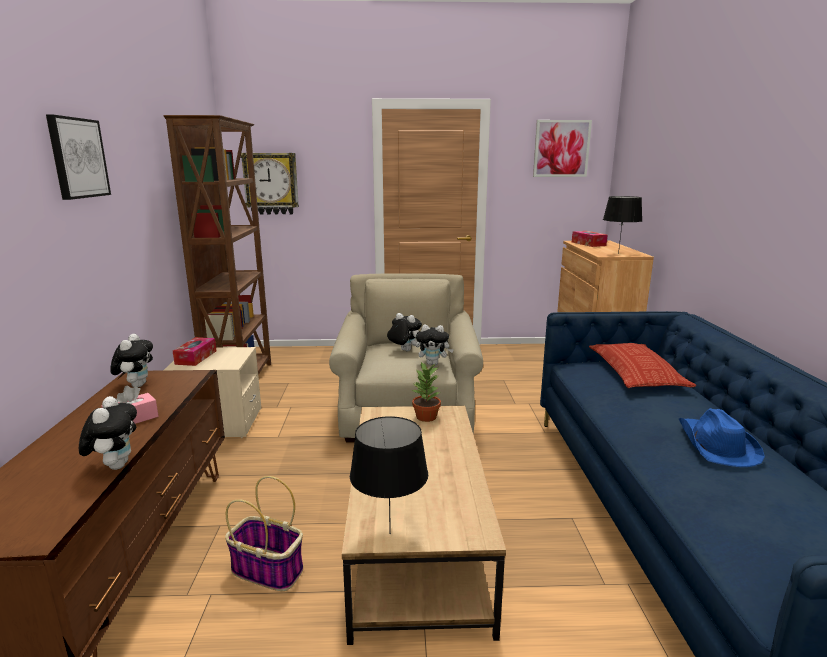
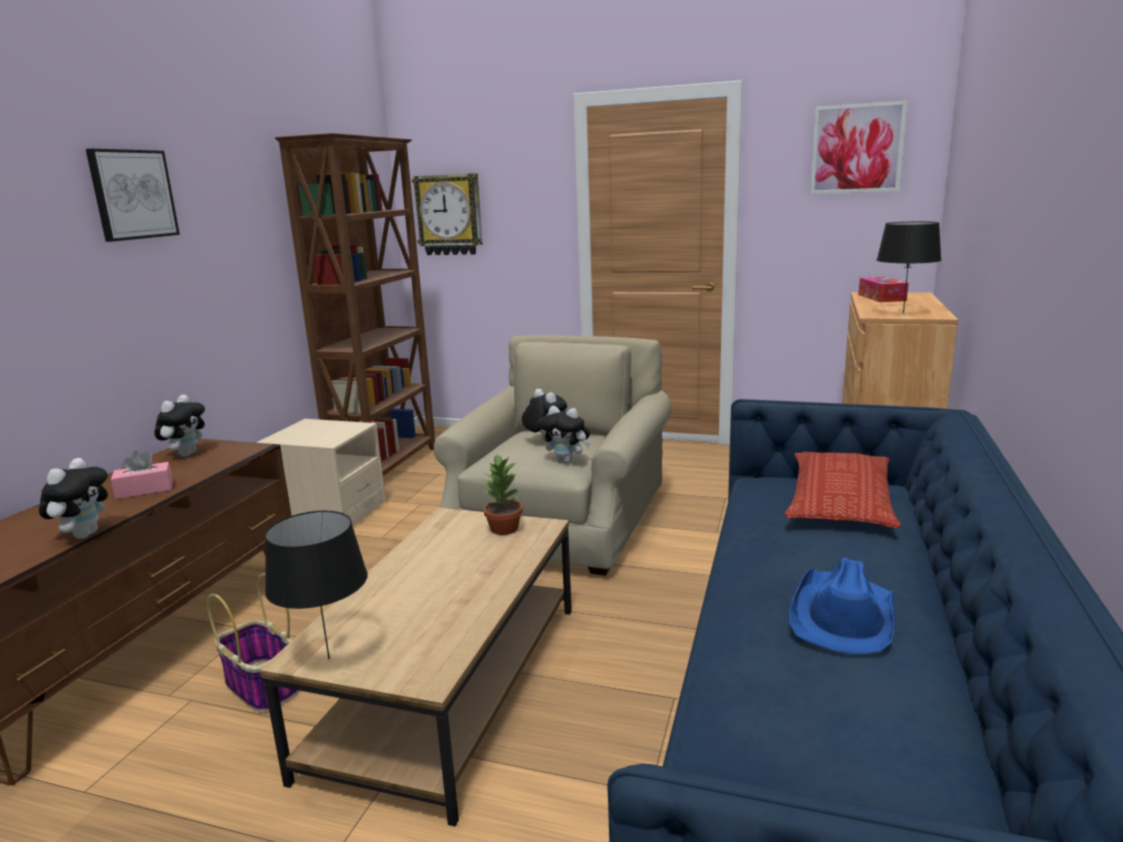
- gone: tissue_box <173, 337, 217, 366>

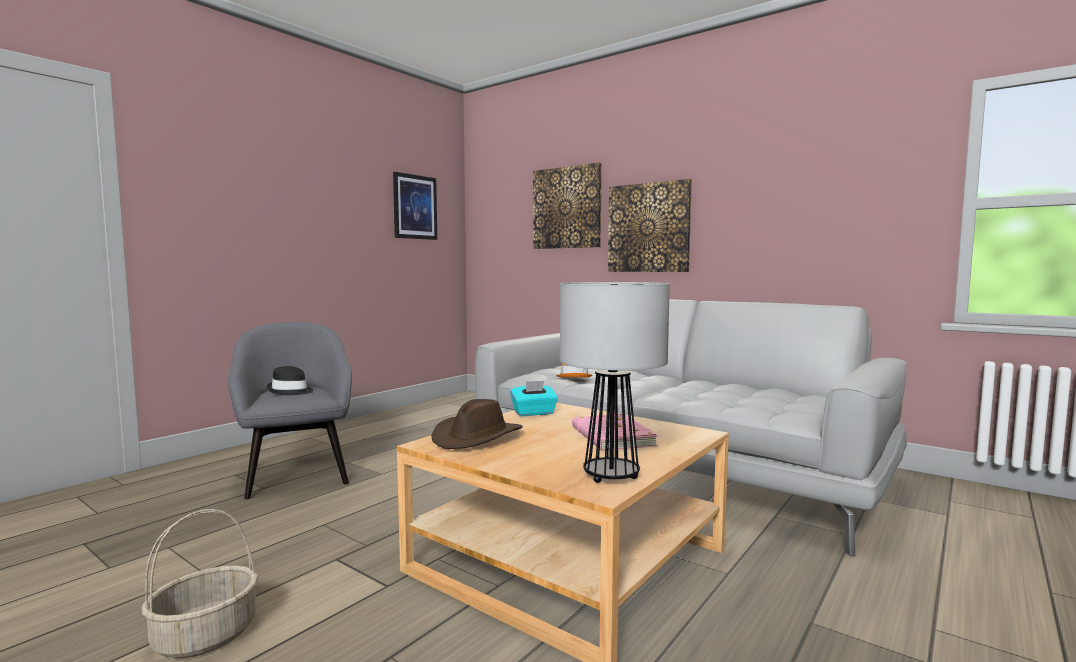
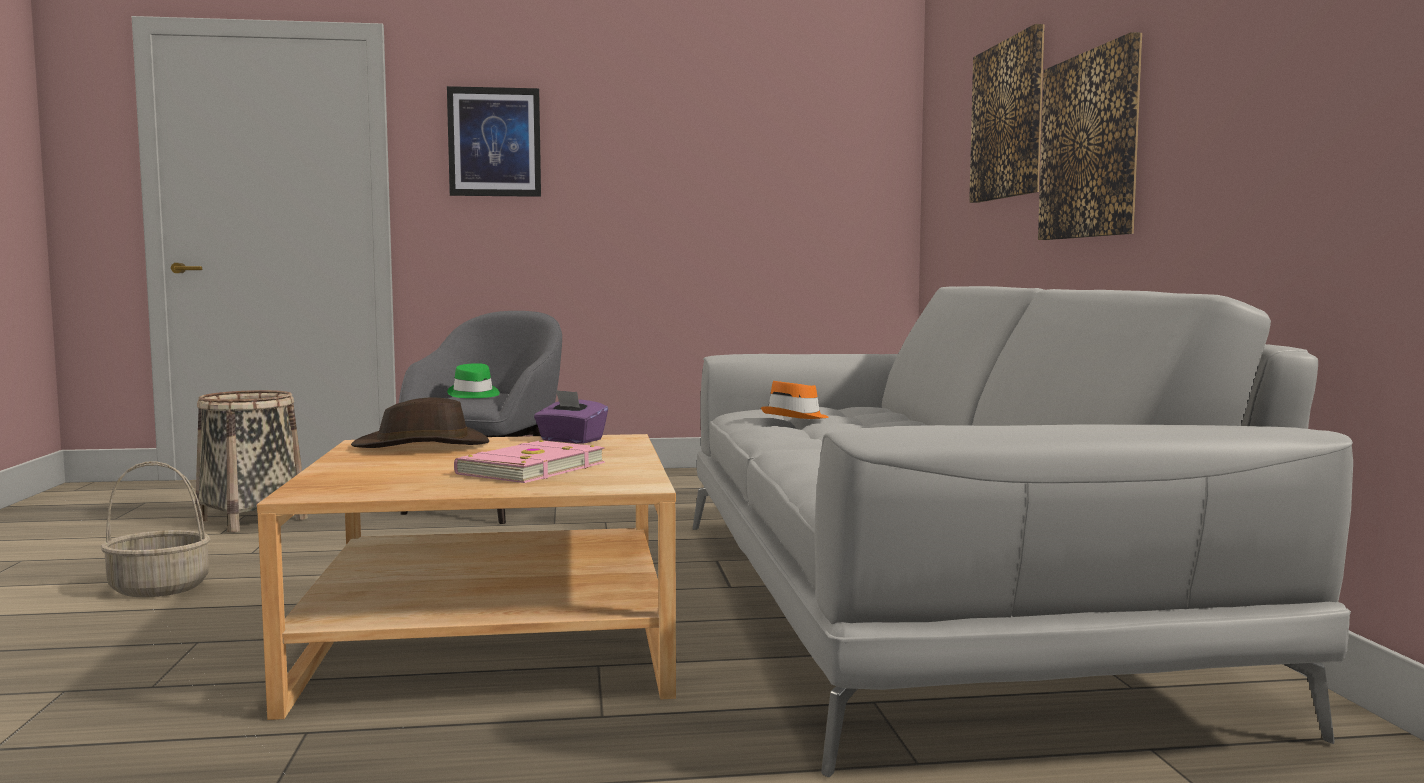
- repainted: black_hat <267, 366, 313, 395> to green_hat <447, 363, 500, 398>
- shifted: picture <393, 172, 437, 240> to <447, 86, 541, 197>
- repainted: turquoise_tissue_box <510, 381, 558, 416> to purple_tissue_box <534, 390, 608, 444>
- gone: table_lamp <560, 282, 670, 483>
- new: basket <195, 390, 308, 532>

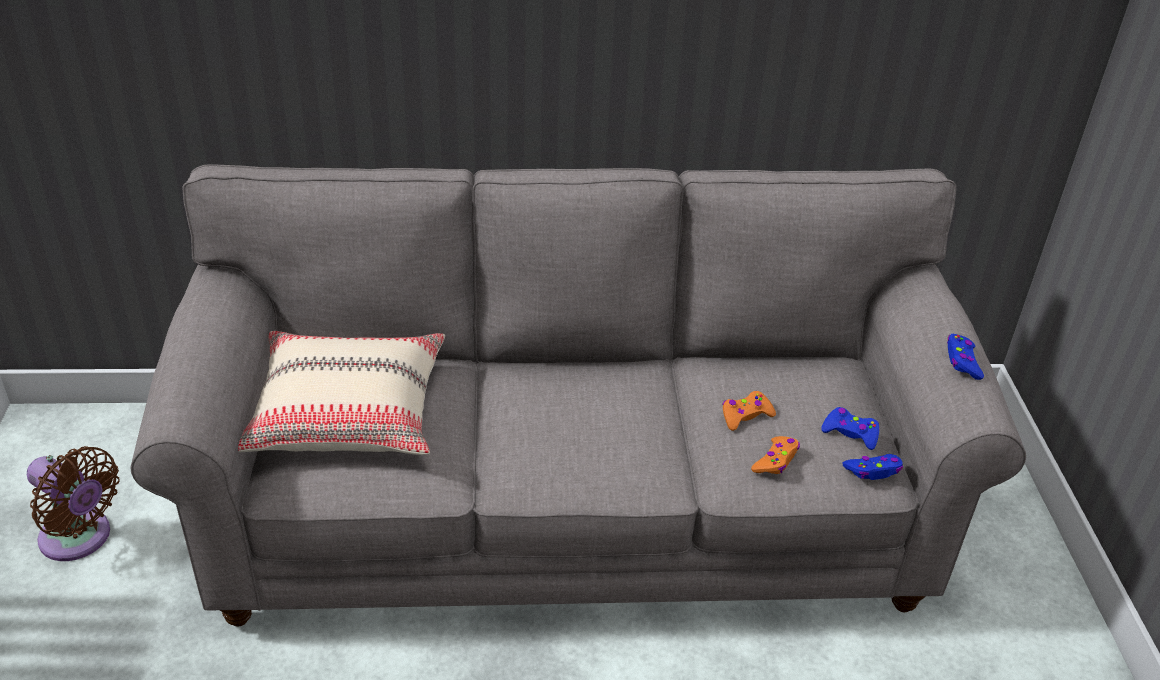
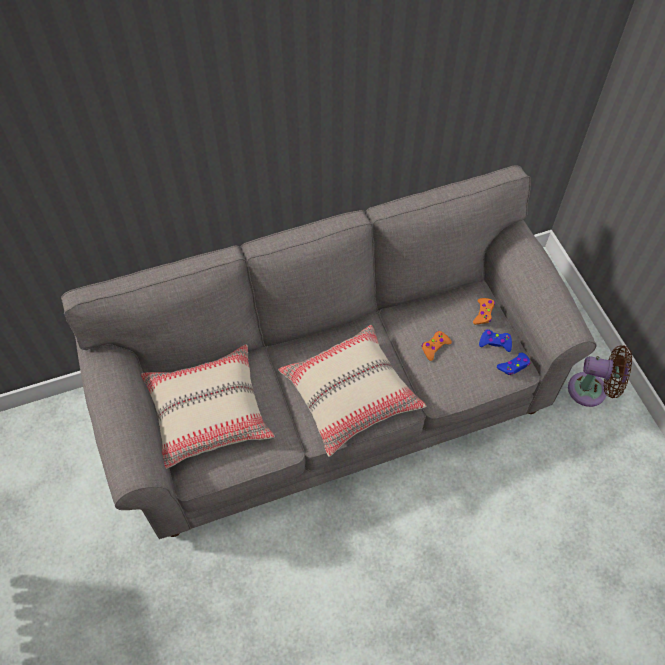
- shifted: brown_fan <27, 446, 120, 561> to <568, 345, 632, 407>
- shifted: orange_game_controller <751, 436, 800, 474> to <473, 298, 495, 325>
- gone: blue_game_controller <947, 334, 984, 380>
- new: beige_pillow <278, 325, 426, 457>

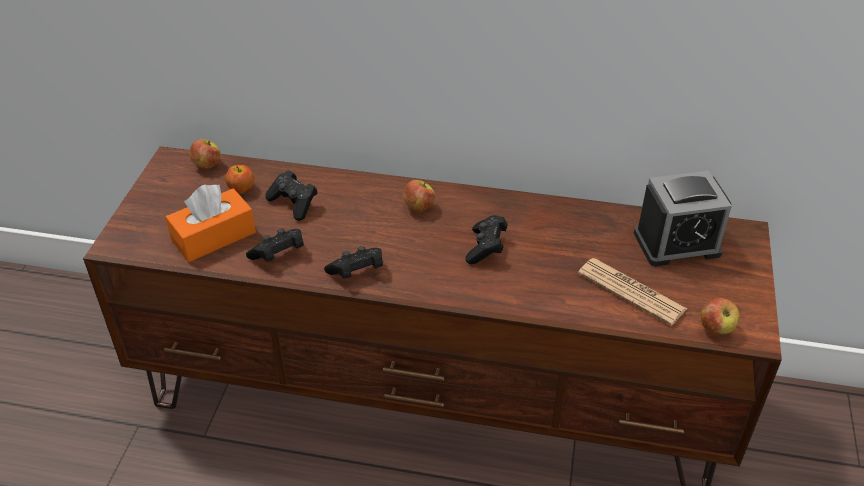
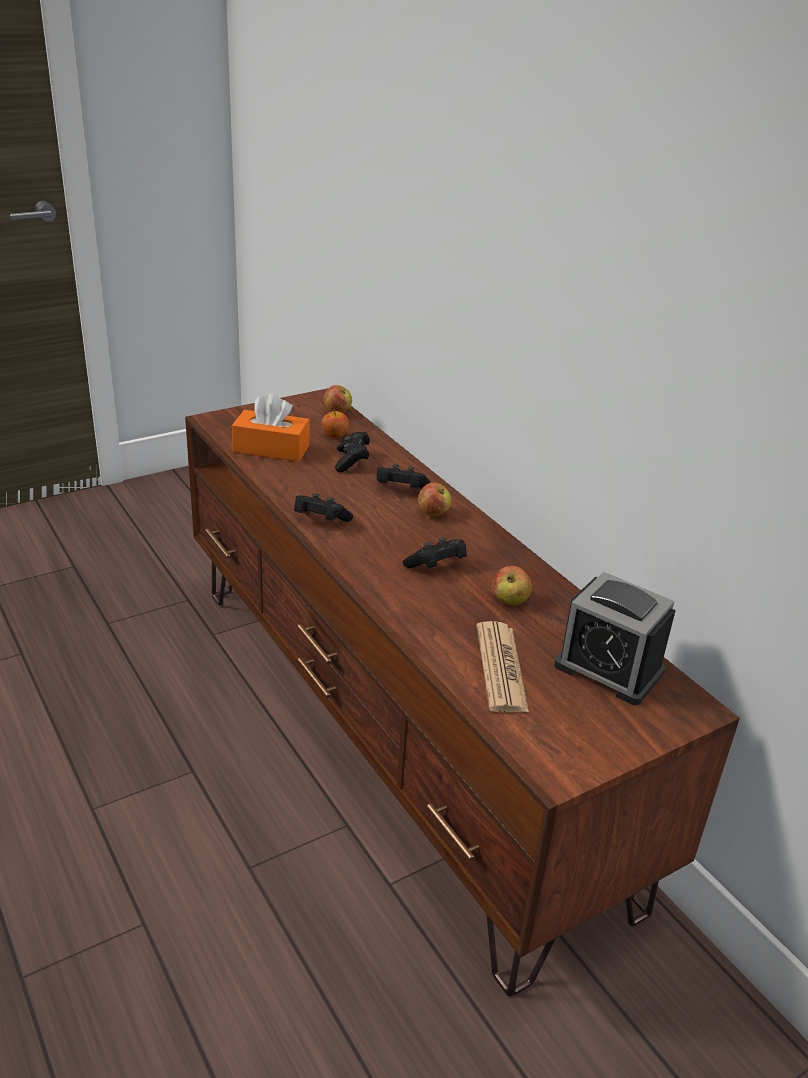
- shifted: black_game_controller <246, 229, 304, 262> to <377, 464, 431, 488>
- shifted: apple <701, 298, 740, 335> to <492, 566, 532, 605>

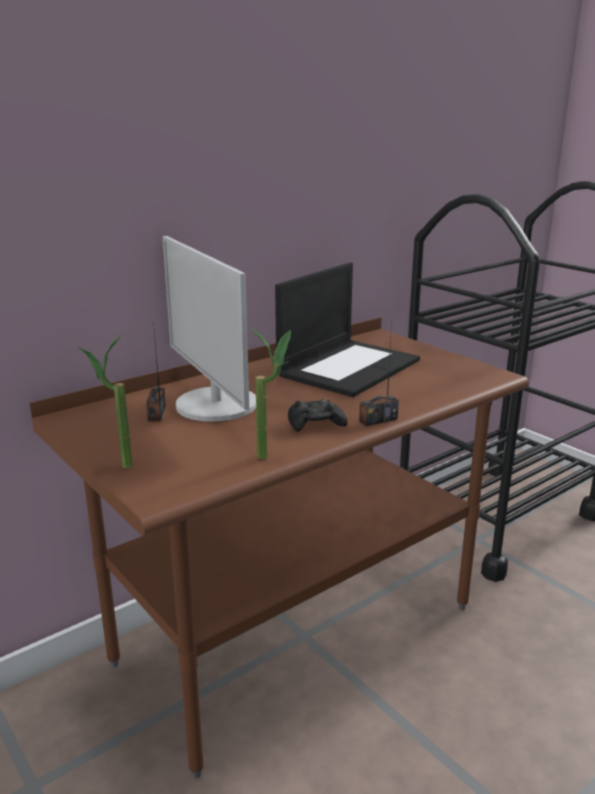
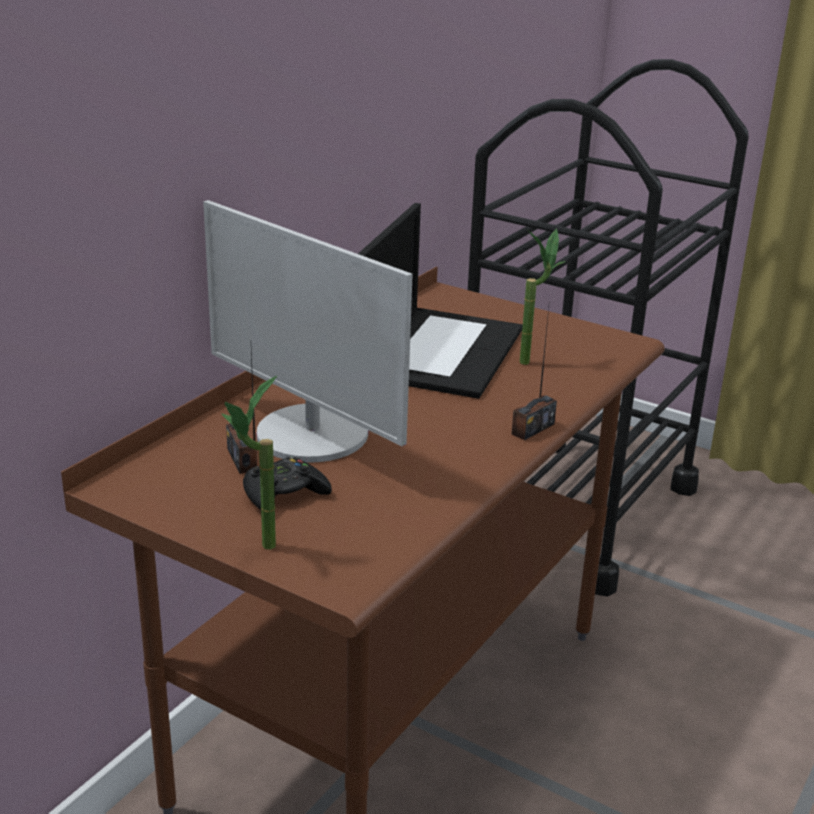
- shifted: potted_plant <250, 327, 291, 459> to <520, 228, 566, 365>
- shifted: black_game_controller <288, 399, 347, 432> to <243, 457, 332, 511>

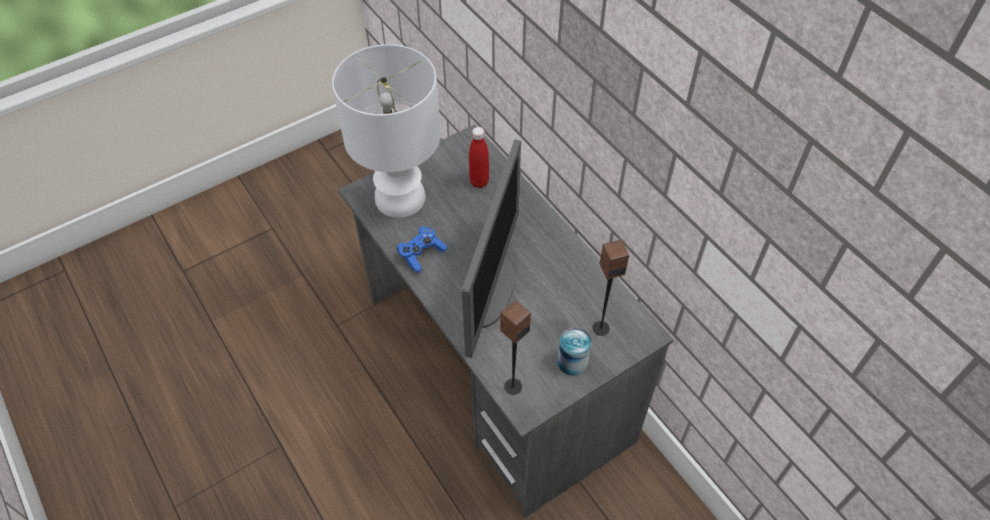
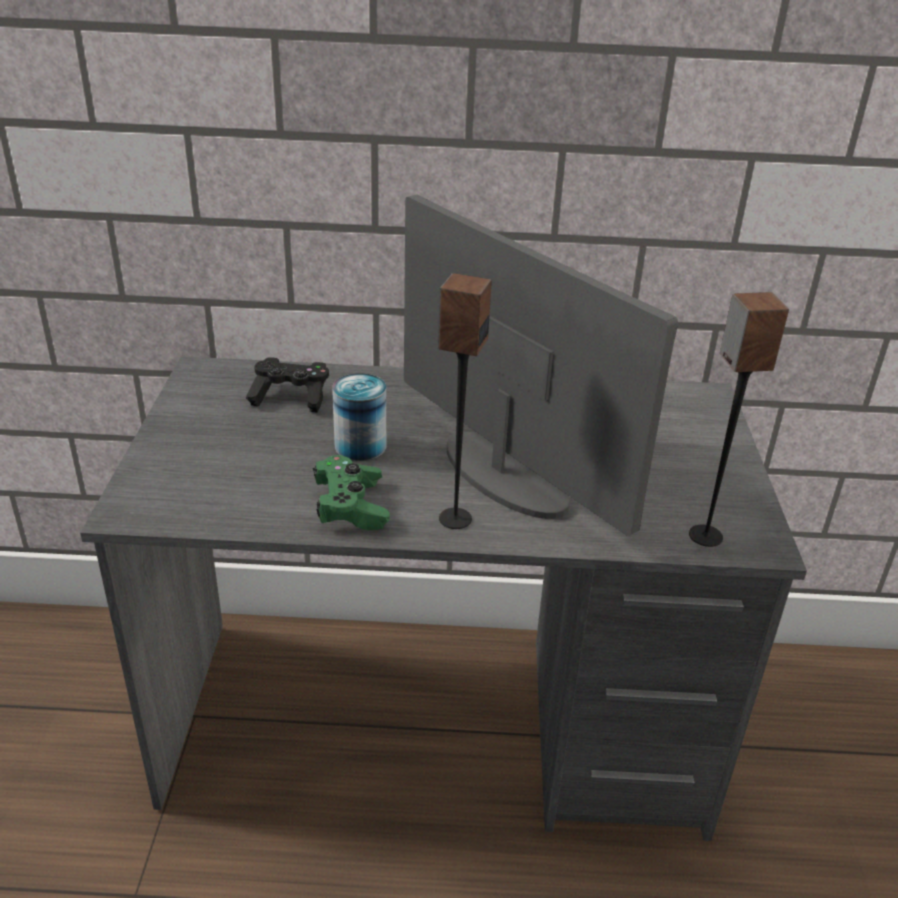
- gone: white_table_lamp <332, 44, 441, 218>
- repainted: blue_game_controller <396, 226, 447, 273> to green_game_controller <313, 455, 390, 531>
- swapped: red_bottle <469, 127, 489, 188> to black_game_controller <246, 357, 329, 413>
- shifted: can <558, 328, 592, 376> to <332, 373, 386, 461>
- shifted: speaker <592, 239, 629, 336> to <438, 273, 492, 529>

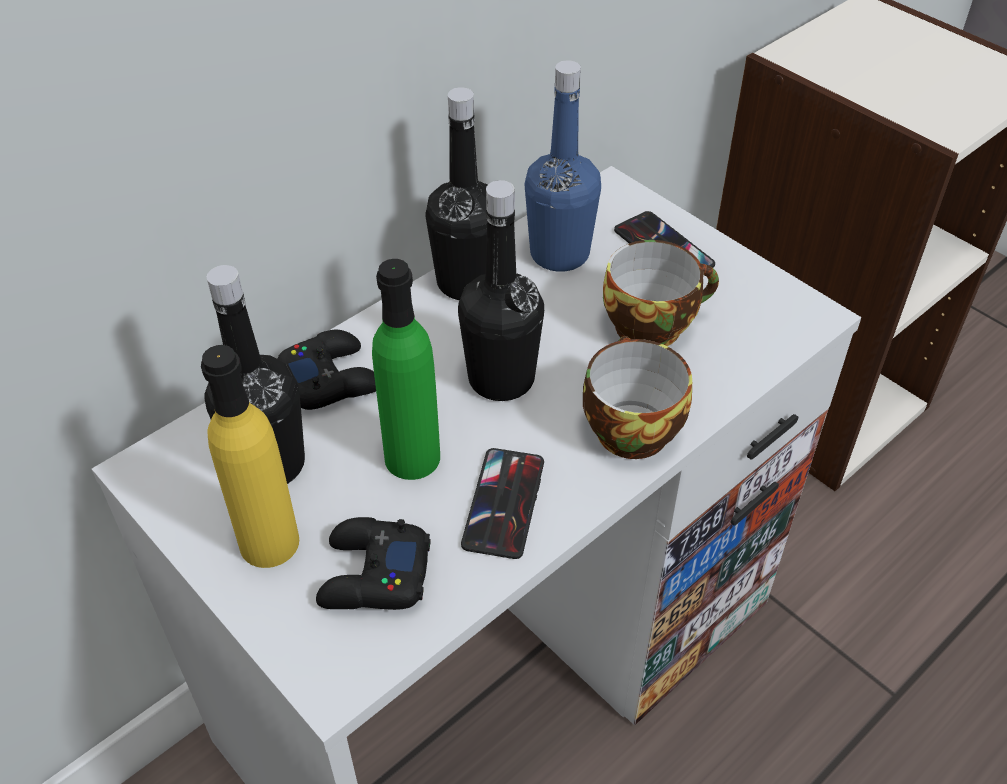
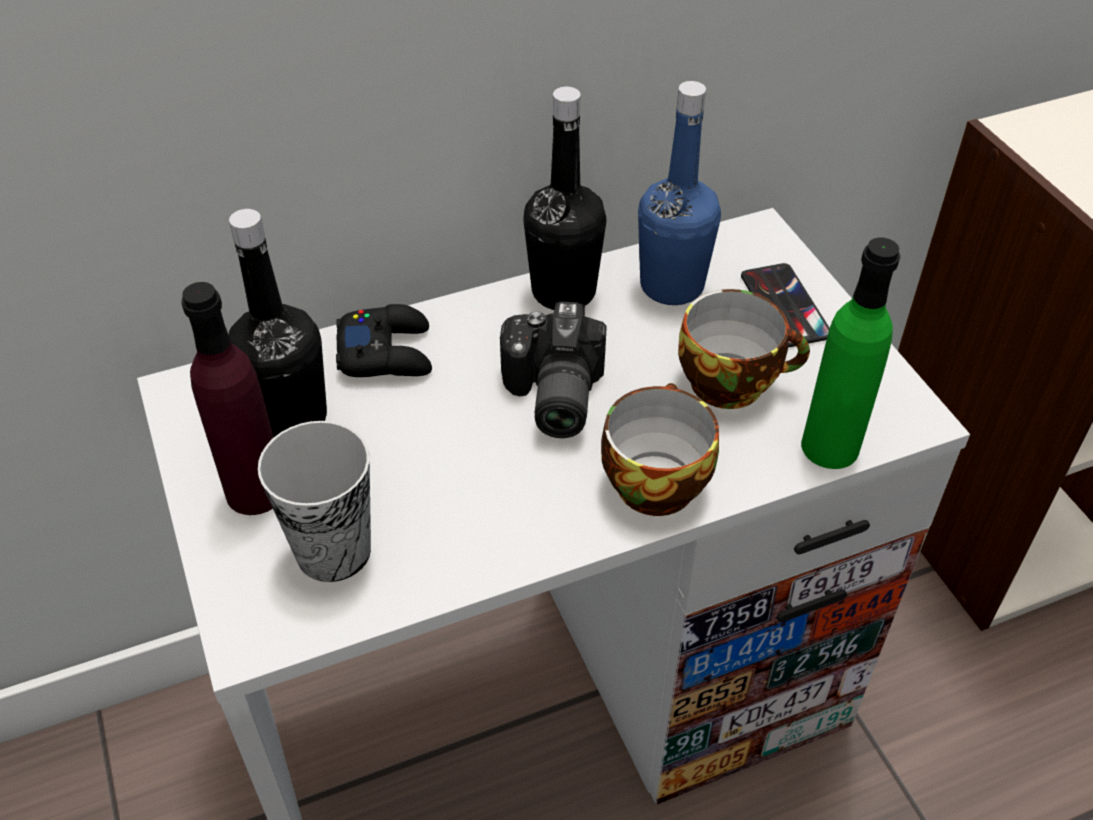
- repainted: yellow_bottle <201, 345, 299, 568> to purple_bottle <181, 282, 274, 515>
- swapped: black_game_controller <316, 517, 431, 610> to cup <258, 421, 371, 582>
- shifted: green_bottle <372, 259, 440, 480> to <801, 237, 900, 469>
- swapped: black_bottle <458, 180, 544, 401> to photo_camera <500, 301, 607, 438>
- gone: phone <461, 448, 544, 559>

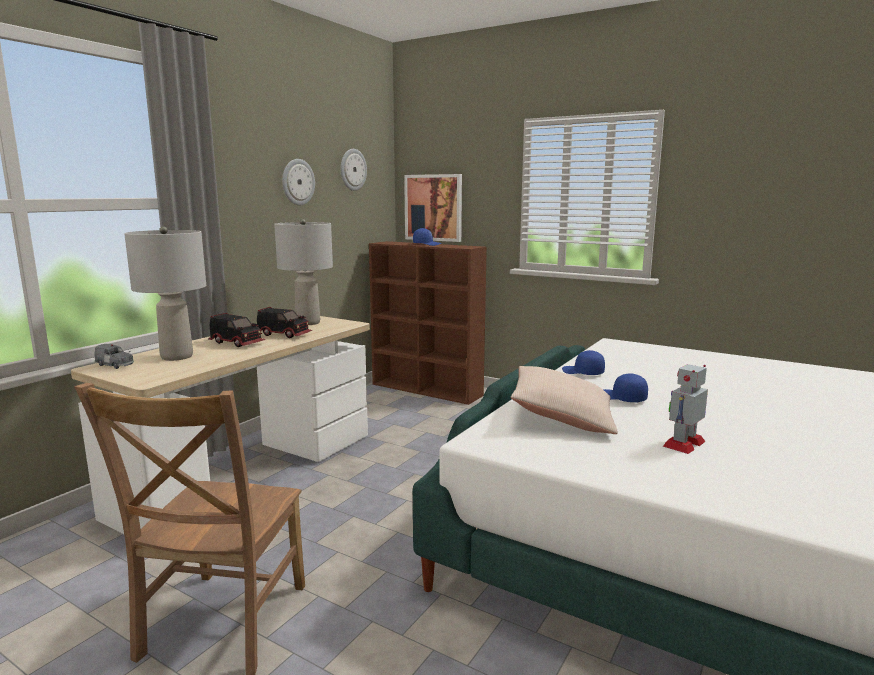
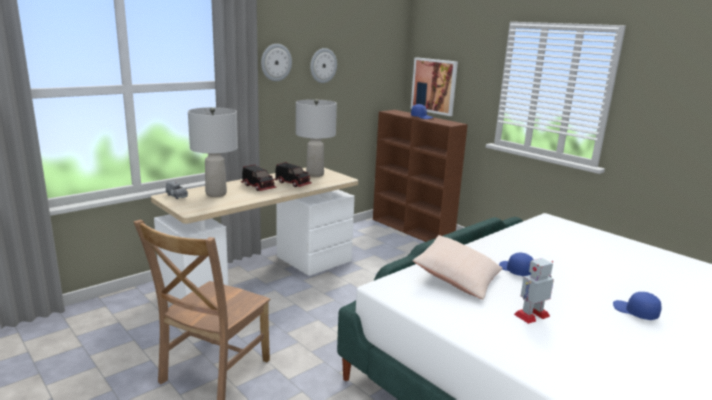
- shifted: wall_clock <341, 149, 367, 191> to <261, 44, 292, 81>
- shifted: blue_cap <562, 350, 605, 375> to <613, 292, 661, 320>

